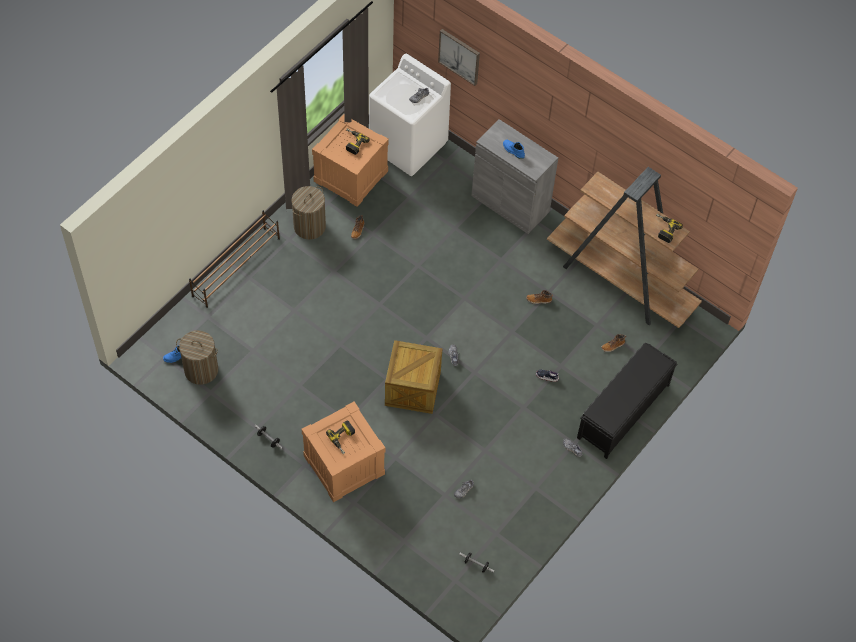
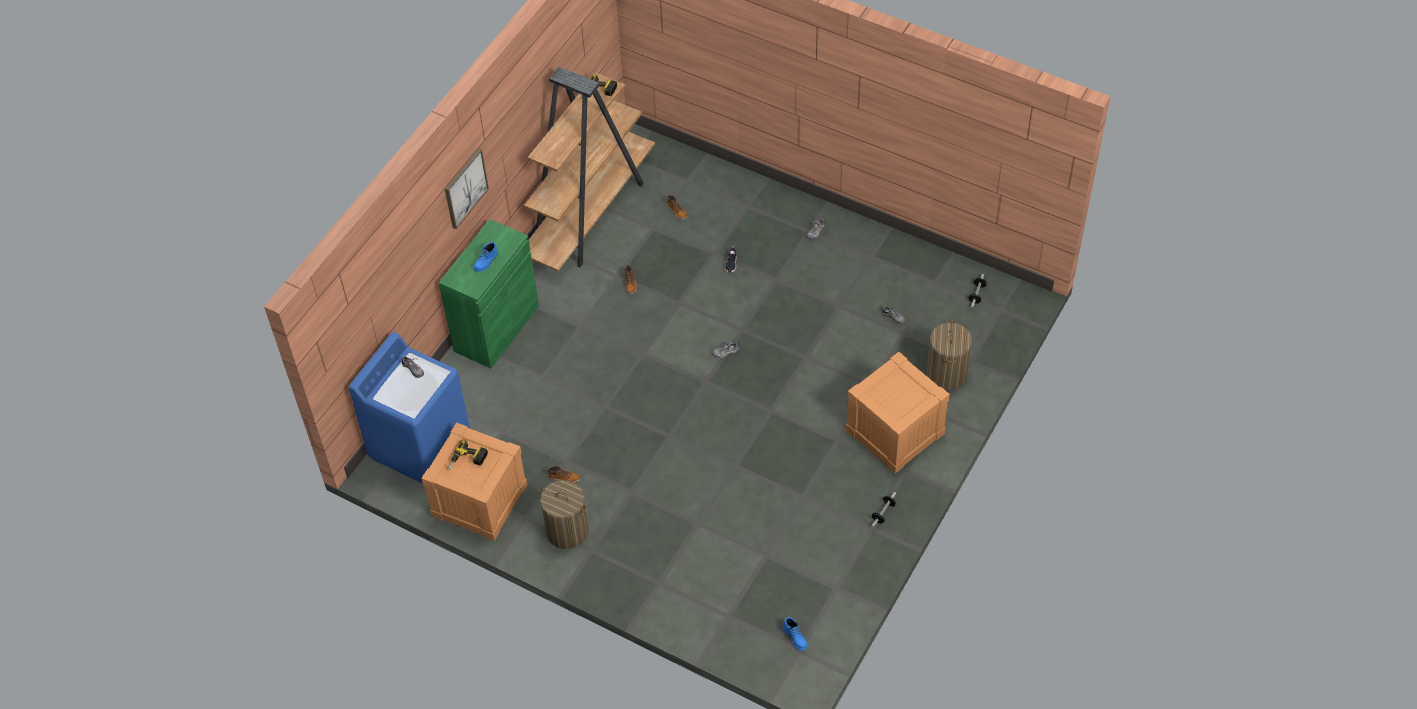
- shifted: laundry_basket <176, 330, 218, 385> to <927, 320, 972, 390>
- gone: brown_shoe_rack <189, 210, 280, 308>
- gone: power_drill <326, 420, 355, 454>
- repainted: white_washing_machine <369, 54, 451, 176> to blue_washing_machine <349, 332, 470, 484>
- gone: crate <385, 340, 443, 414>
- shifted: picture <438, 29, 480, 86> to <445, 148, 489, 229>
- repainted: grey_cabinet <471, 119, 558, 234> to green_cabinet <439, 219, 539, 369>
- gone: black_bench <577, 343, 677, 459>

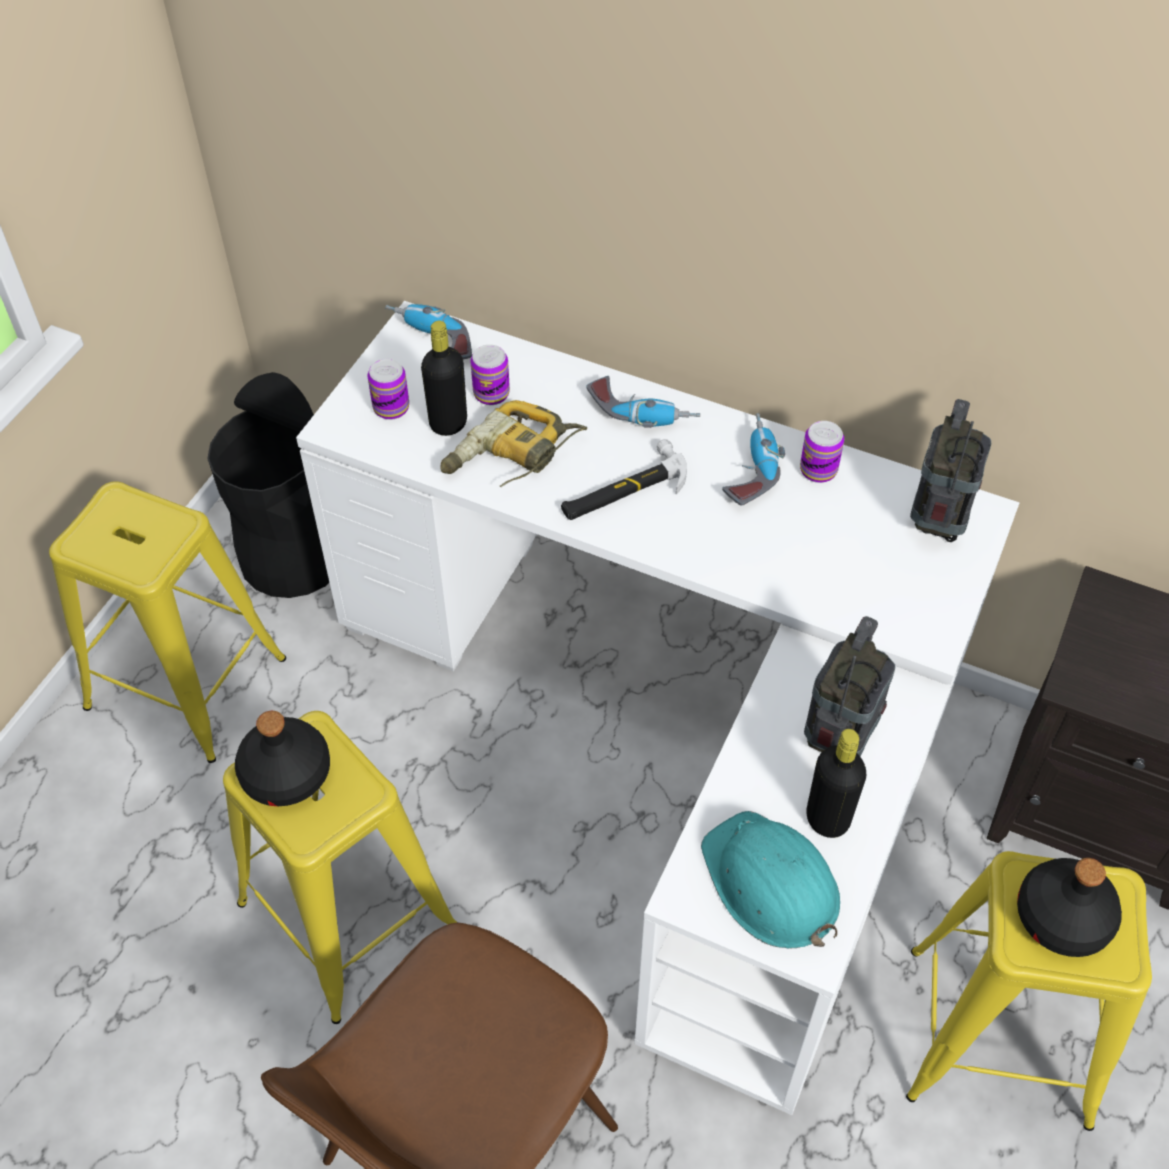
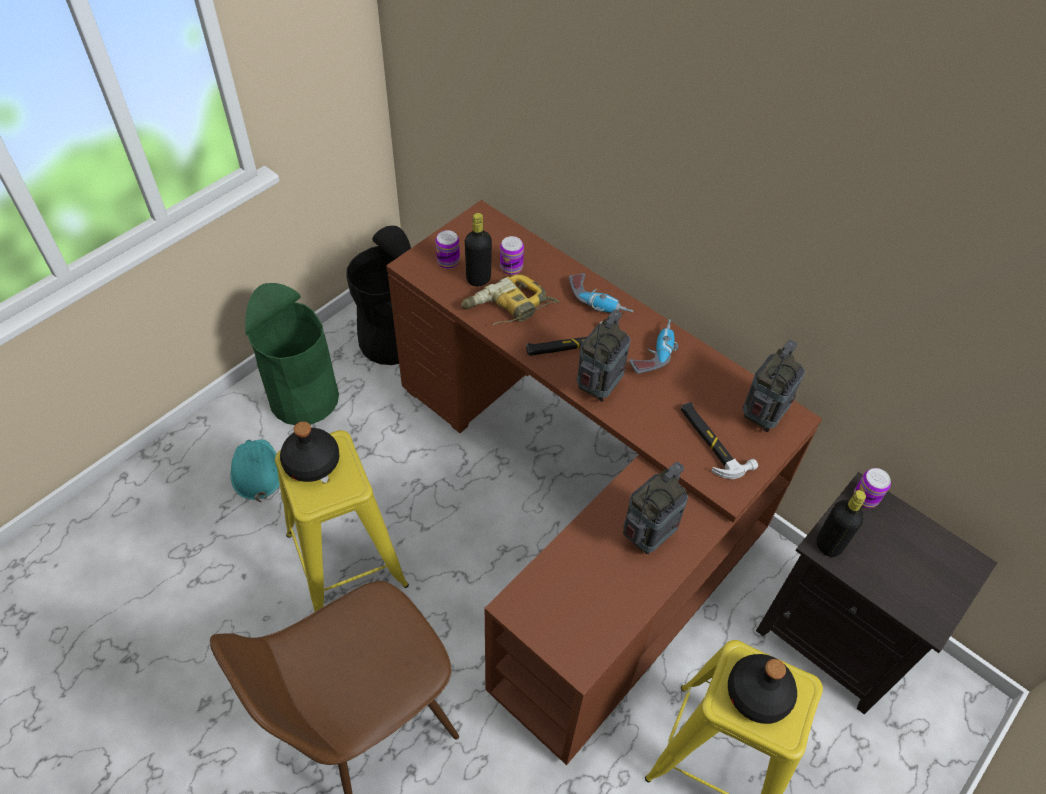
- swapped: yellow_stool <49, 481, 286, 763> to green_trash_can <245, 283, 339, 425>
- repainted: white_desk <296, 301, 1019, 1115> to brown_desk <386, 200, 822, 765>
- gone: power_drill <385, 304, 472, 359>
- shifted: turquoise_hard_hat <701, 811, 840, 949> to <230, 439, 280, 502>
- shifted: can <800, 421, 844, 483> to <853, 468, 891, 508>
- shifted: black_bottle <806, 729, 867, 838> to <817, 490, 866, 557>
- new: radio <577, 310, 631, 402>
- new: hammer <681, 402, 758, 479>

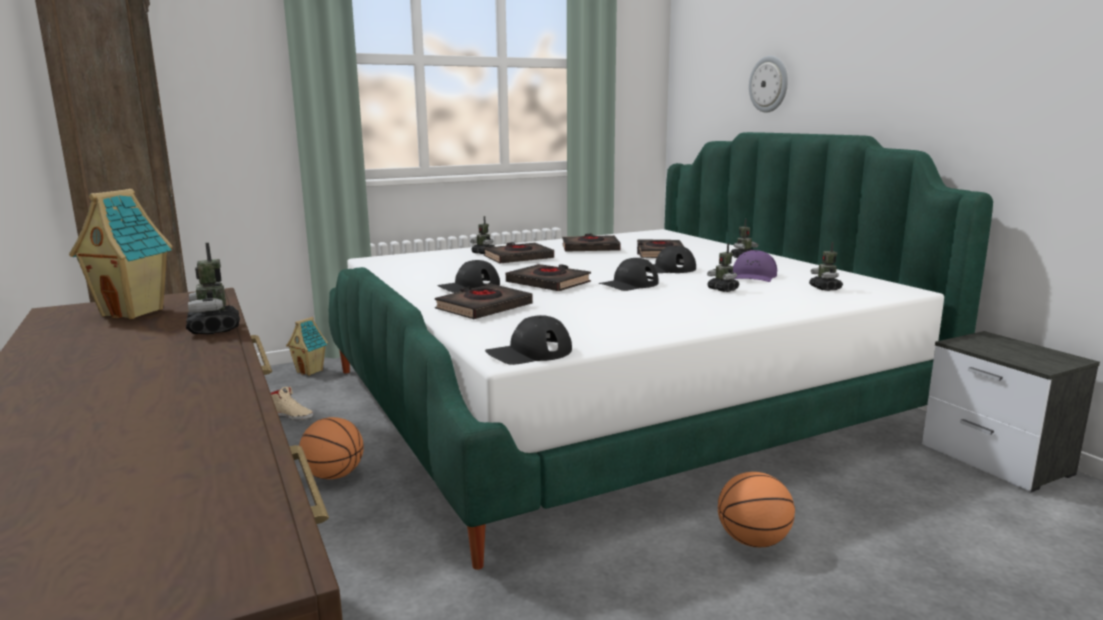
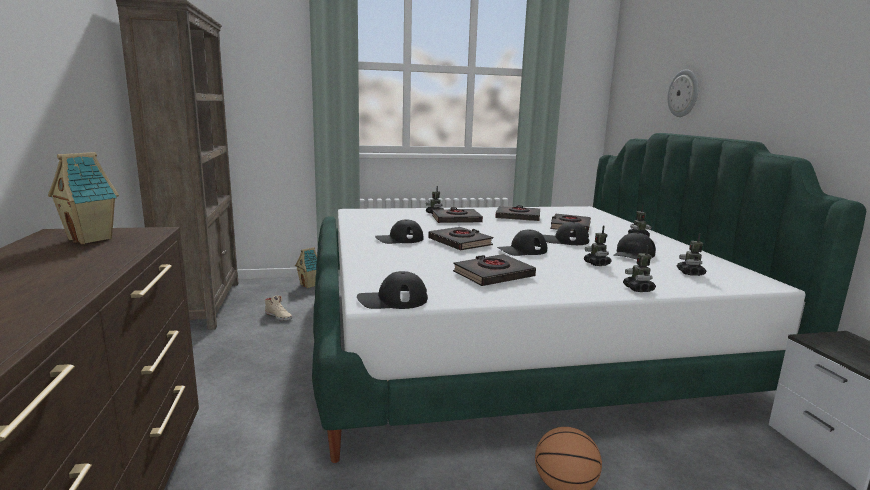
- shifted: toy_robot <186, 243, 240, 335> to <623, 245, 656, 292>
- gone: basketball <299, 417, 364, 479>
- shifted: black_book <435, 284, 533, 319> to <453, 254, 536, 286>
- repainted: purple_cap <733, 250, 777, 282> to black_cap <613, 233, 656, 260>

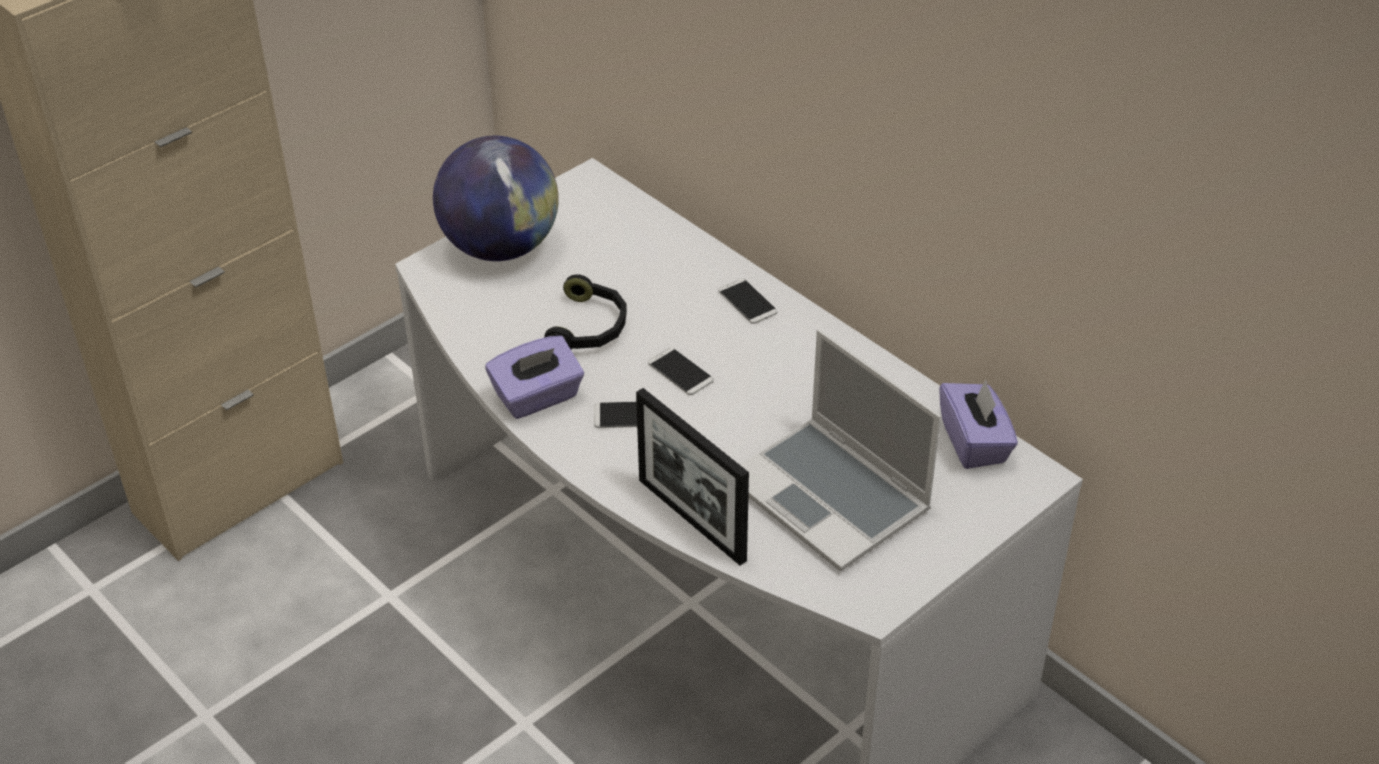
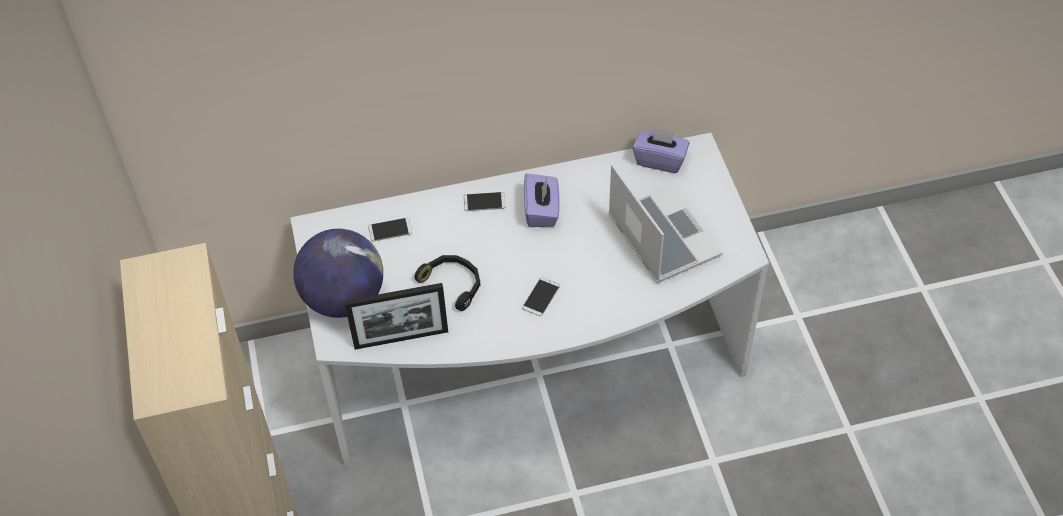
- shifted: purple_tissue_box <485, 336, 584, 419> to <524, 173, 560, 227>
- shifted: picture_frame <636, 388, 749, 566> to <344, 283, 448, 350>
- shifted: phone <648, 348, 714, 395> to <368, 218, 412, 242>
- rotated: laptop <740, 330, 941, 572> = <608, 164, 722, 283> 105 degrees counterclockwise

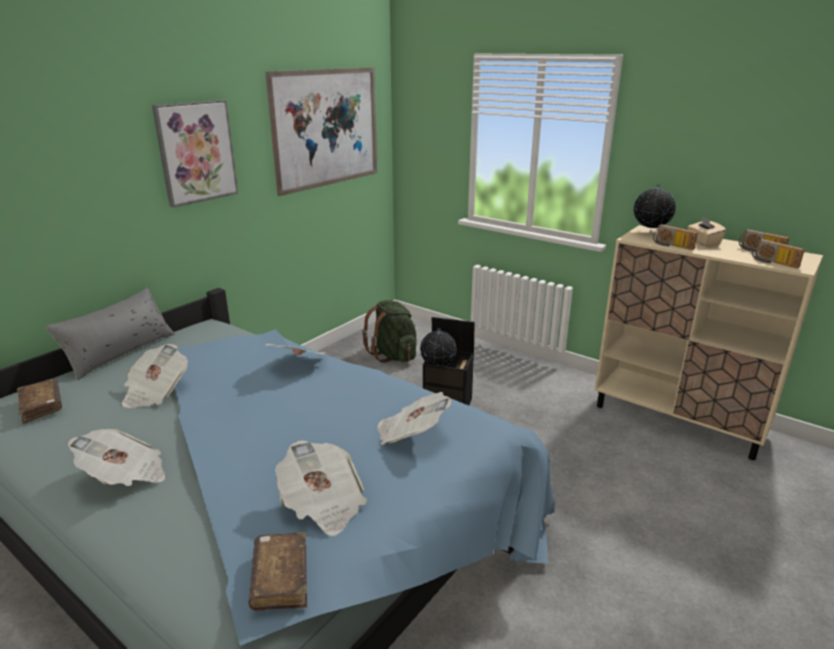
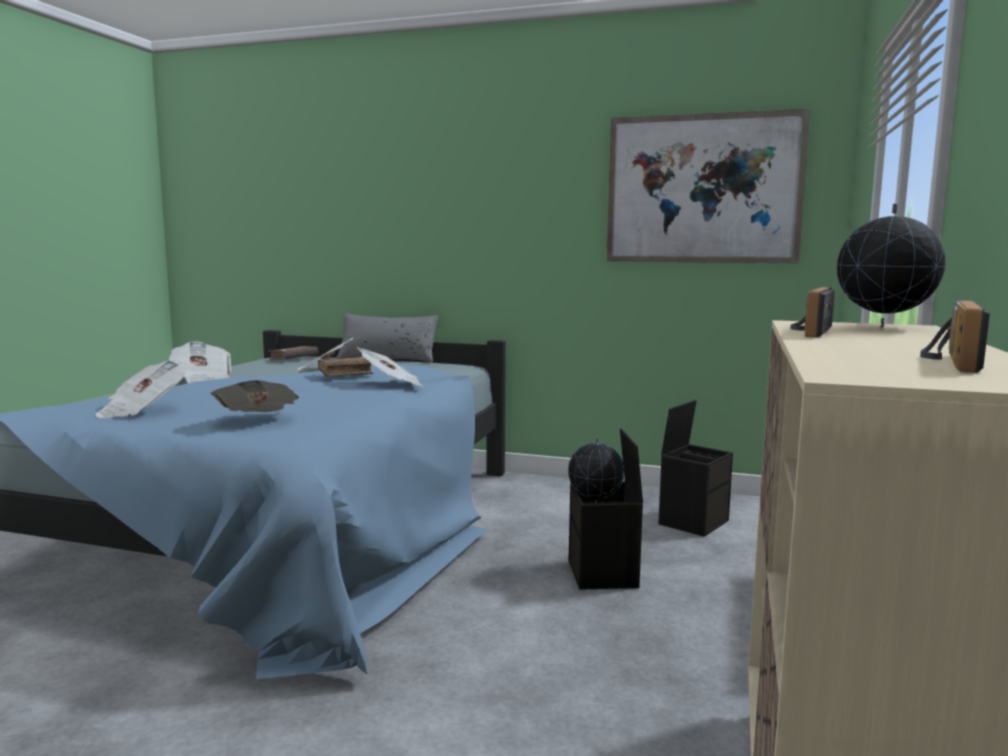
- gone: picture <152, 100, 238, 208>
- shifted: brown_book <248, 532, 307, 611> to <318, 357, 373, 377>
- swapped: green_backpack <362, 300, 416, 363> to black_storage_box <658, 400, 733, 537>
- gone: beige_tissue_box <688, 216, 726, 246>
- gone: radio <752, 239, 805, 268>

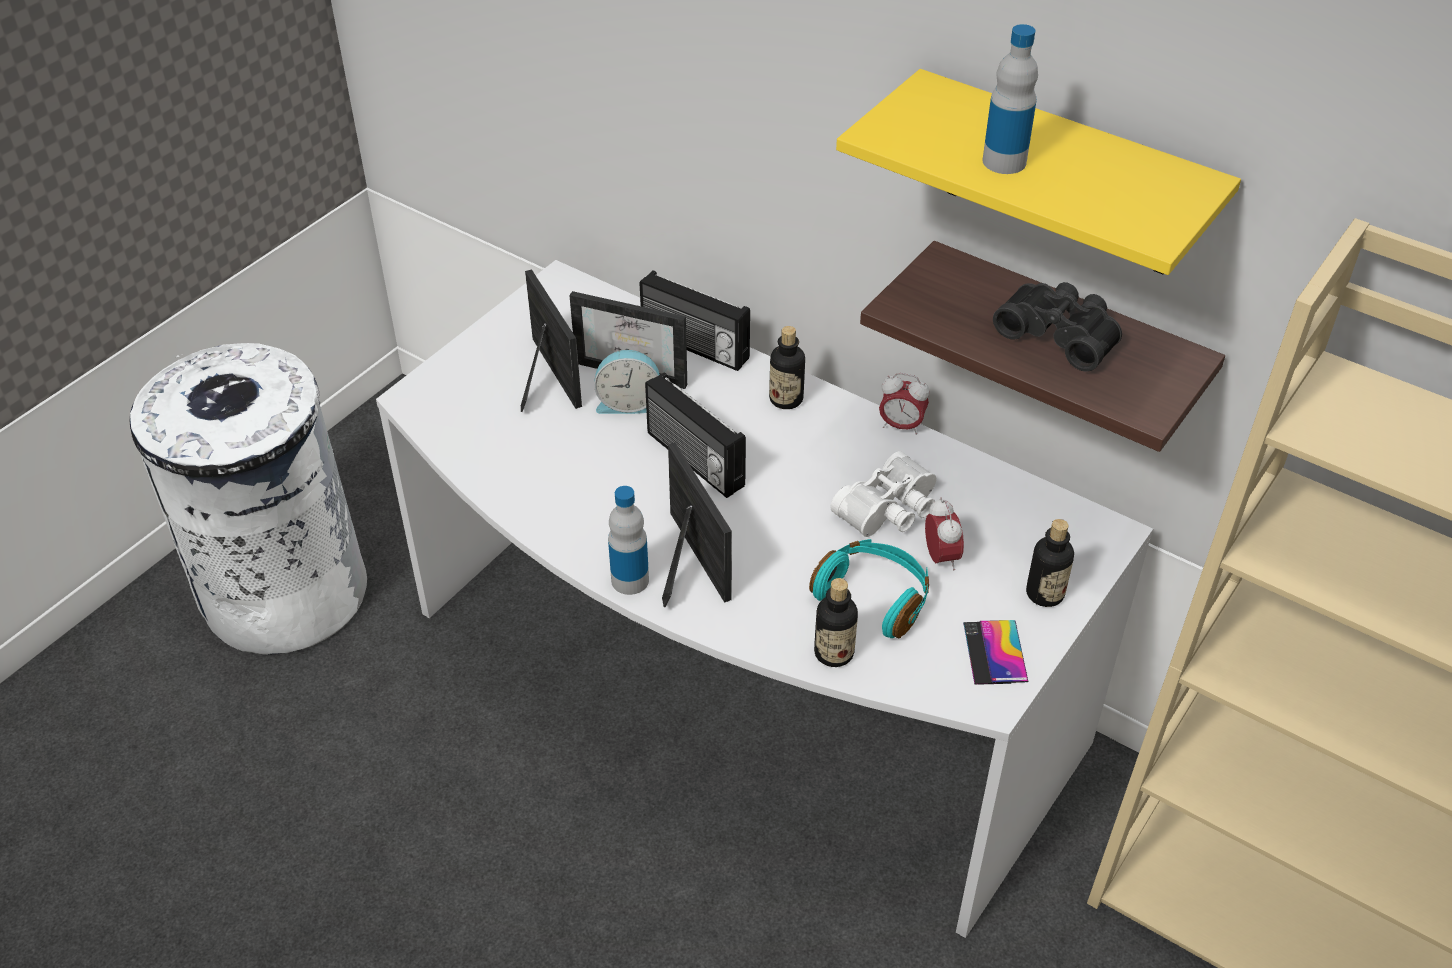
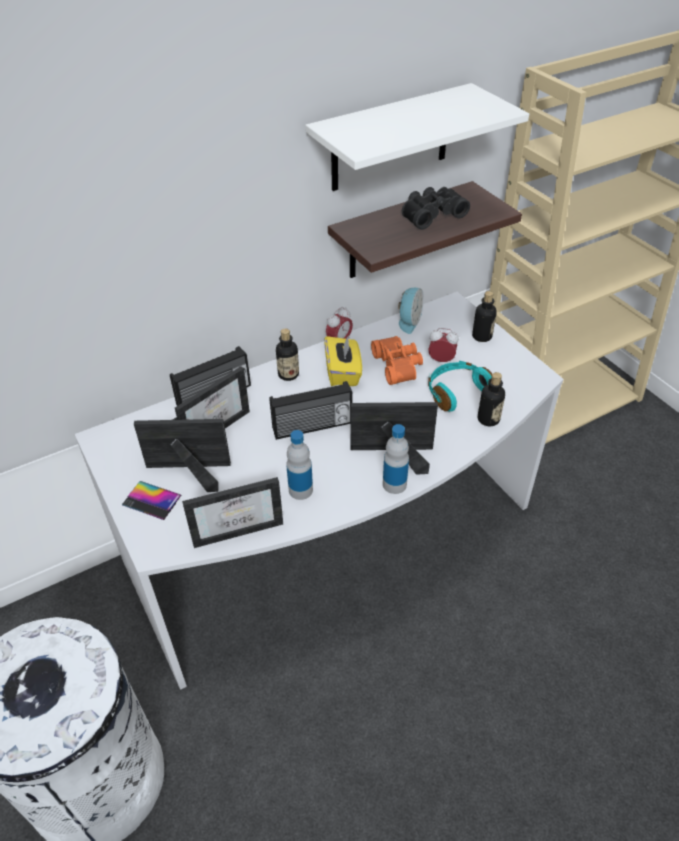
- shifted: alarm_clock <594, 350, 660, 414> to <398, 288, 424, 334>
- repainted: white_binoculars <831, 451, 936, 537> to orange_binoculars <371, 336, 423, 385>
- repainted: yellow_shelf <836, 69, 1241, 275> to white_shelf <305, 83, 529, 191>
- shifted: phone <963, 620, 1029, 685> to <122, 481, 181, 520>
- shifted: bottle <983, 24, 1038, 174> to <286, 430, 313, 500>
- new: picture_frame <182, 477, 283, 548>
- new: yellow_tissue_box <324, 334, 362, 386>

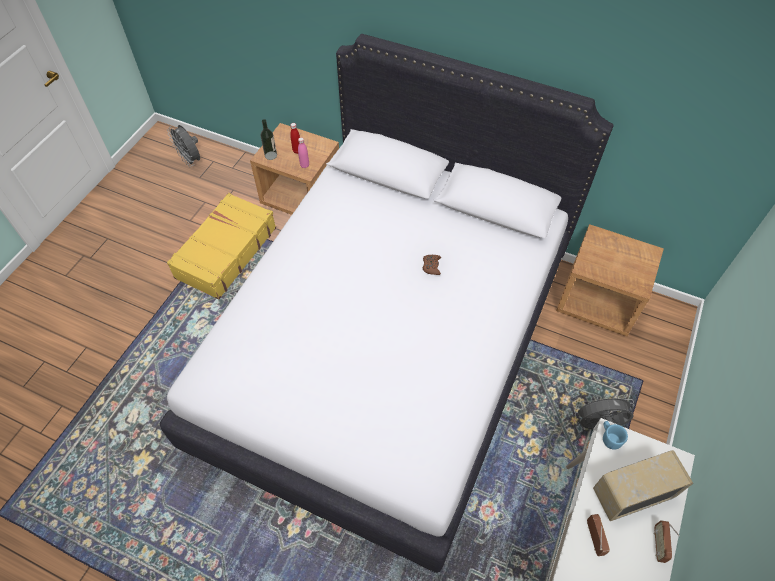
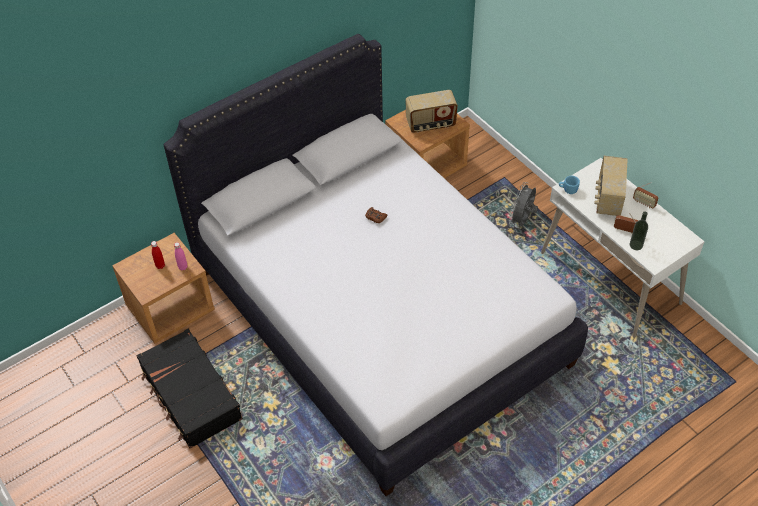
- gone: grey_fan <167, 125, 200, 167>
- repainted: yellow_suitcase <167, 193, 276, 299> to black_suitcase <137, 329, 243, 449>
- shifted: bottle <261, 119, 277, 160> to <630, 212, 648, 250>
- new: radio <405, 90, 458, 133>

